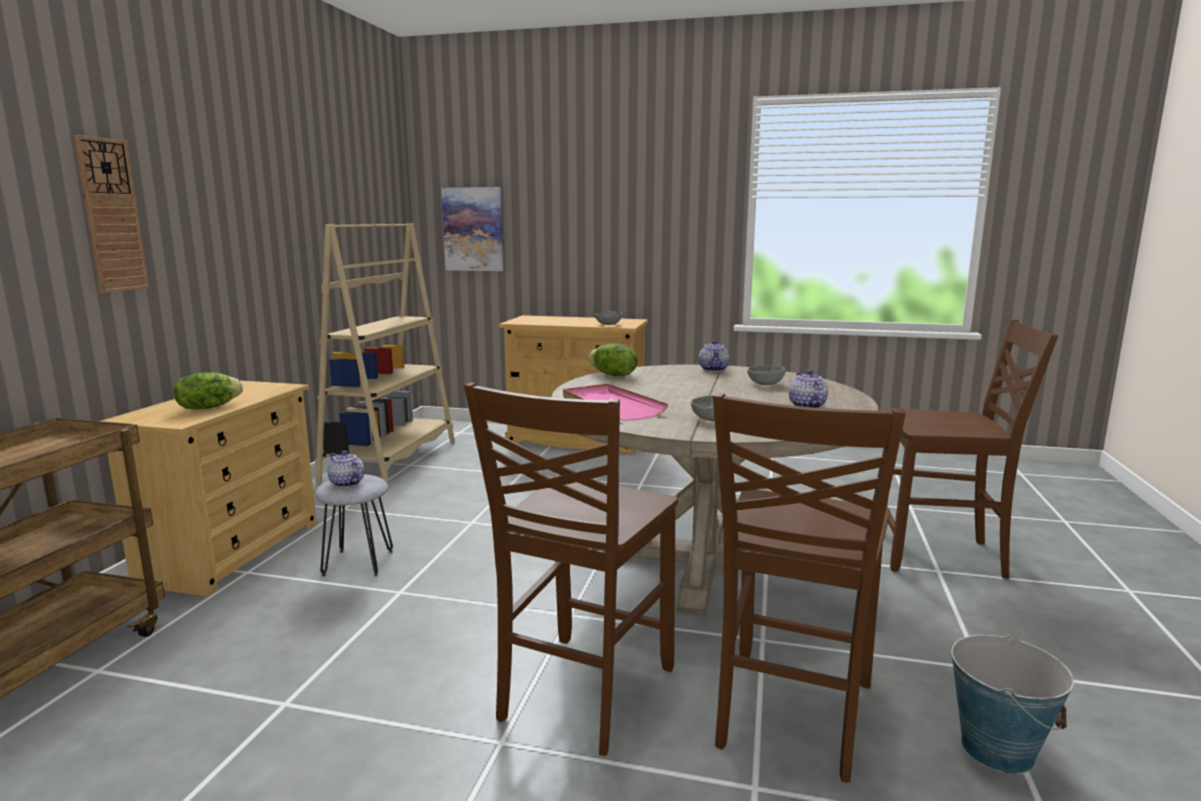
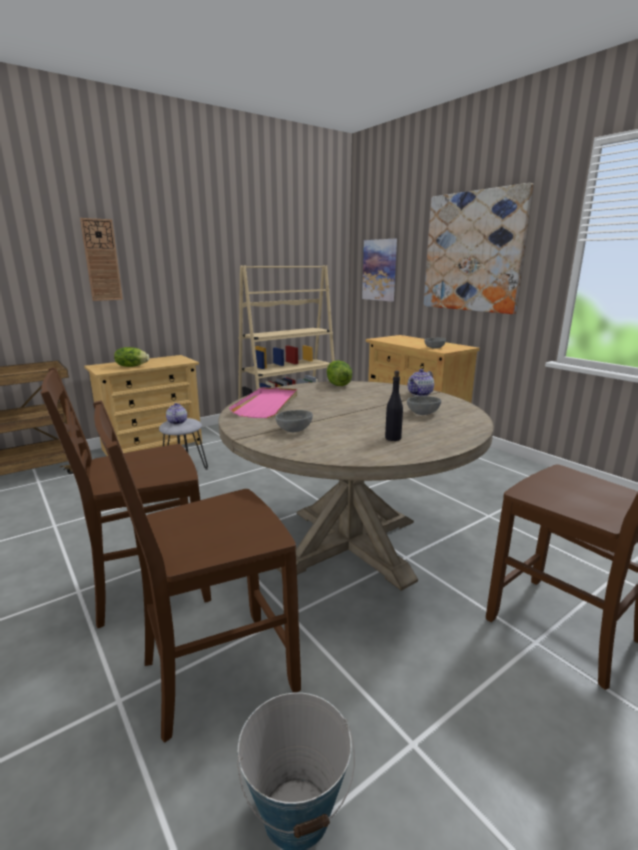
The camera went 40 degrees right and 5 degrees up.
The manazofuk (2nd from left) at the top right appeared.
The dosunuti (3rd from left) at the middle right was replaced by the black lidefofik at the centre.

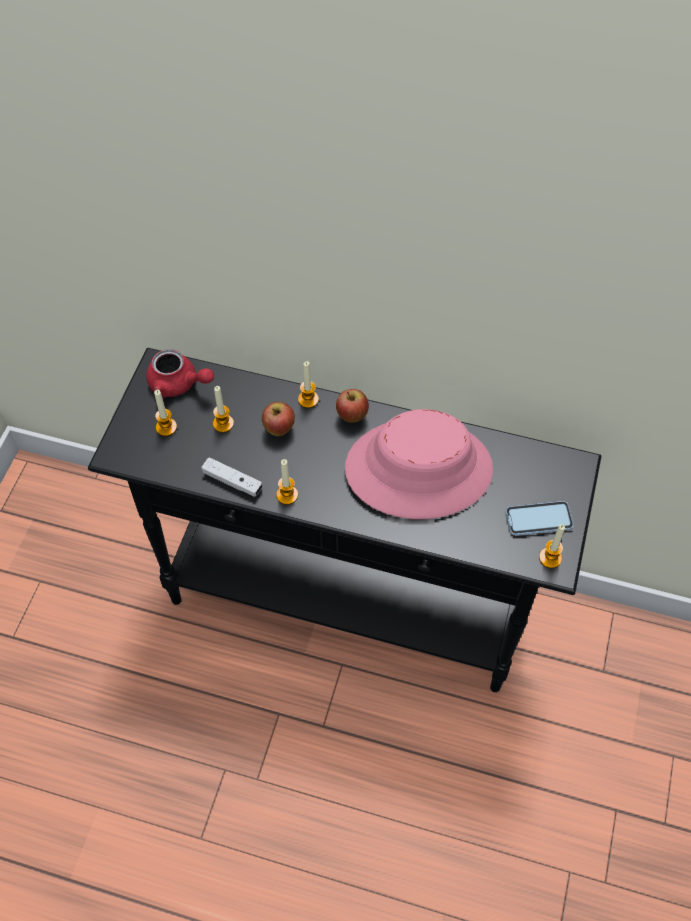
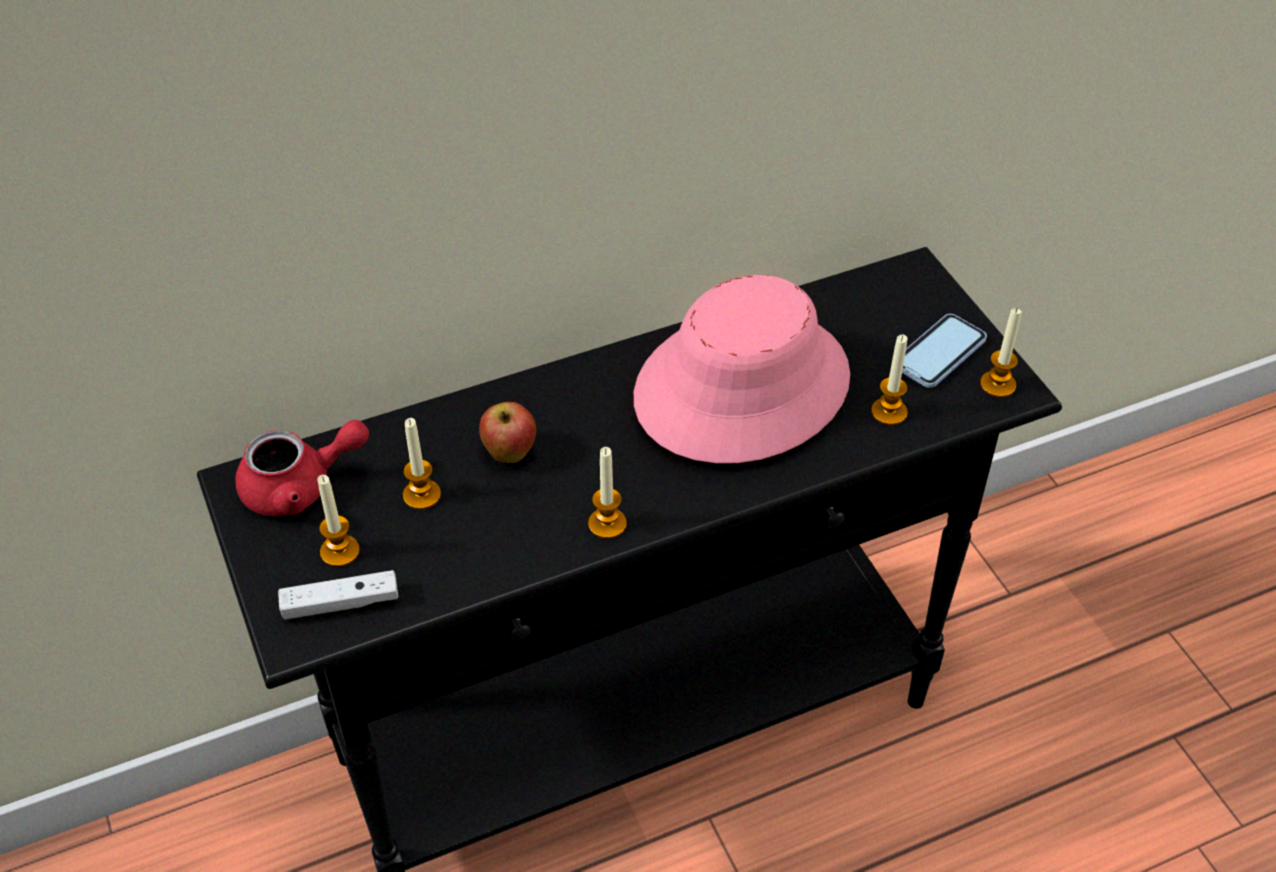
The camera went 40 degrees left and 10 degrees down.
The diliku (2nd from left) at the centre disappeared.
The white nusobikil moved from the centre to the bottom left.
The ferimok (4th from left) moved from the centre to the middle right.

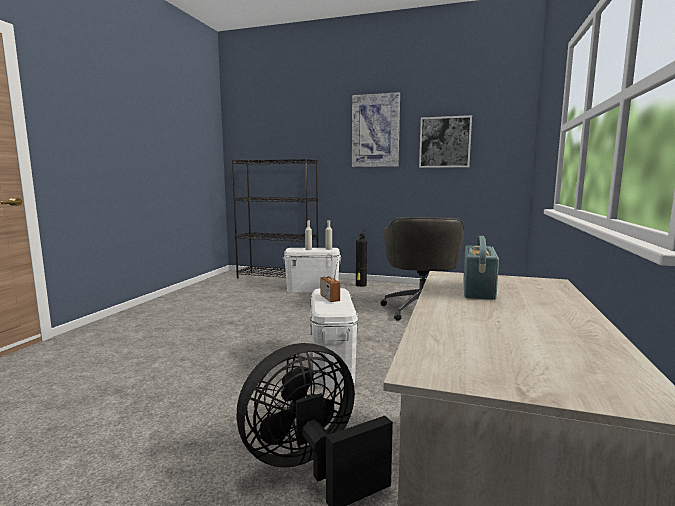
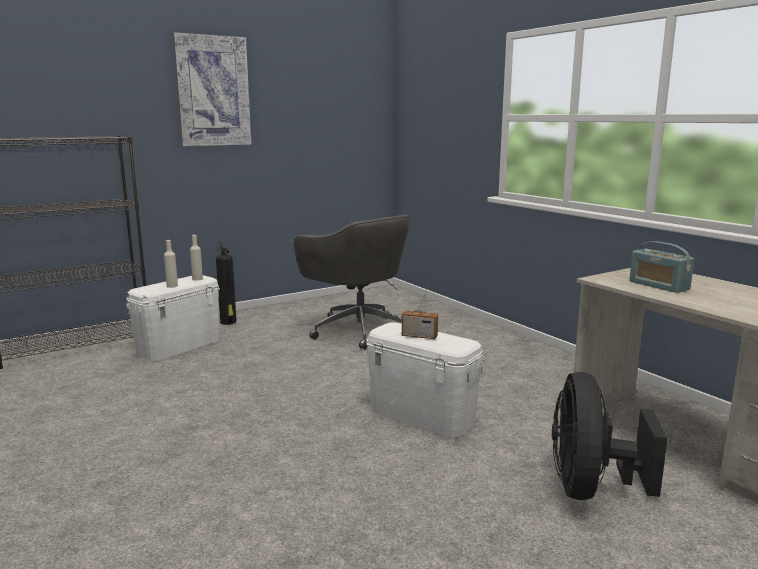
The camera went 50 degrees left and 5 degrees up.
The manazofuk (2nd from left) at the top centre disappeared.

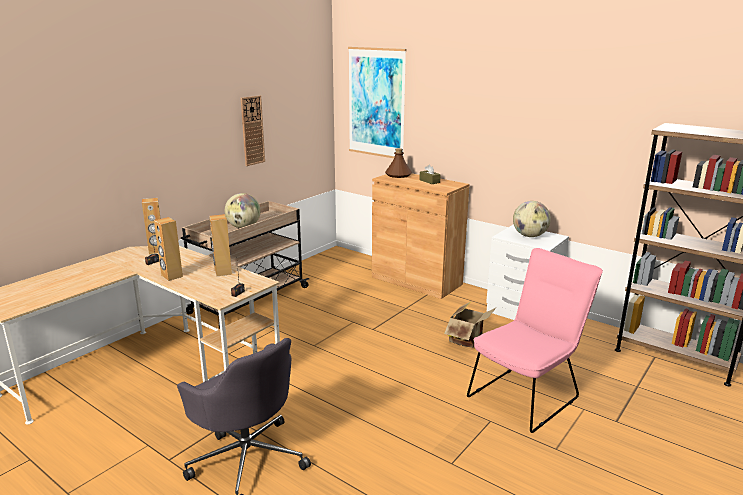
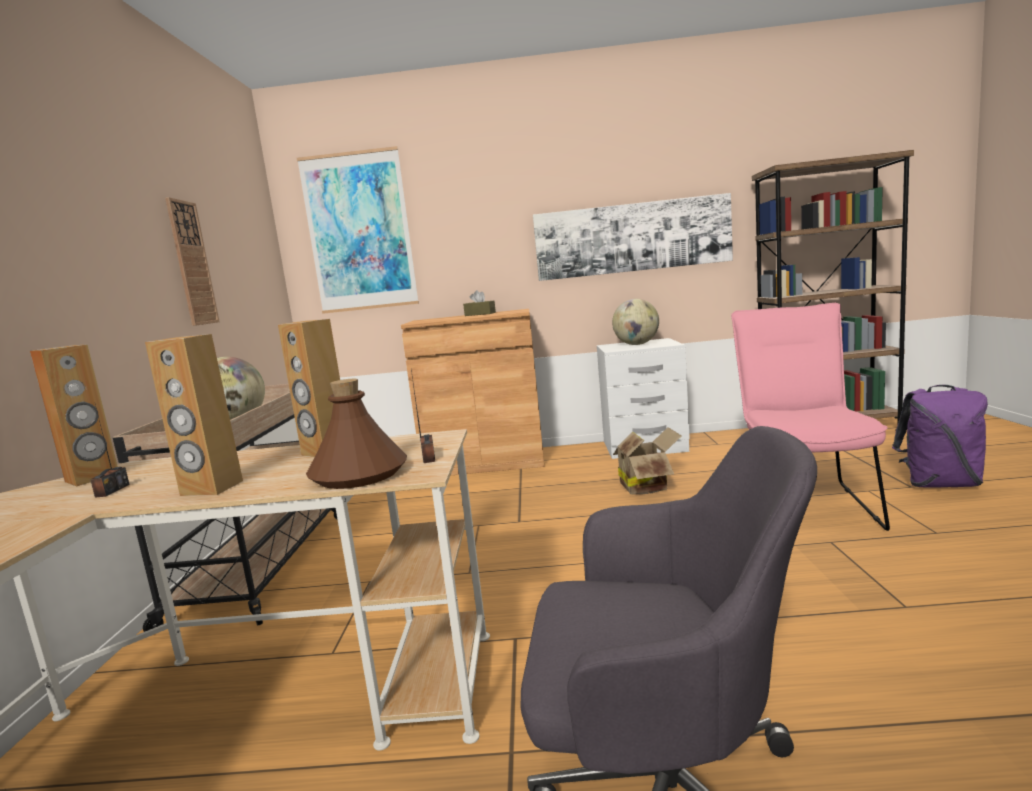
The camera went 35 degrees left and 10 degrees down.
The manazofuk (2nd from left) at the top centre appeared.
The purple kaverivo at the middle right appeared.
The brown lidefofik moved from the top centre to the centre.

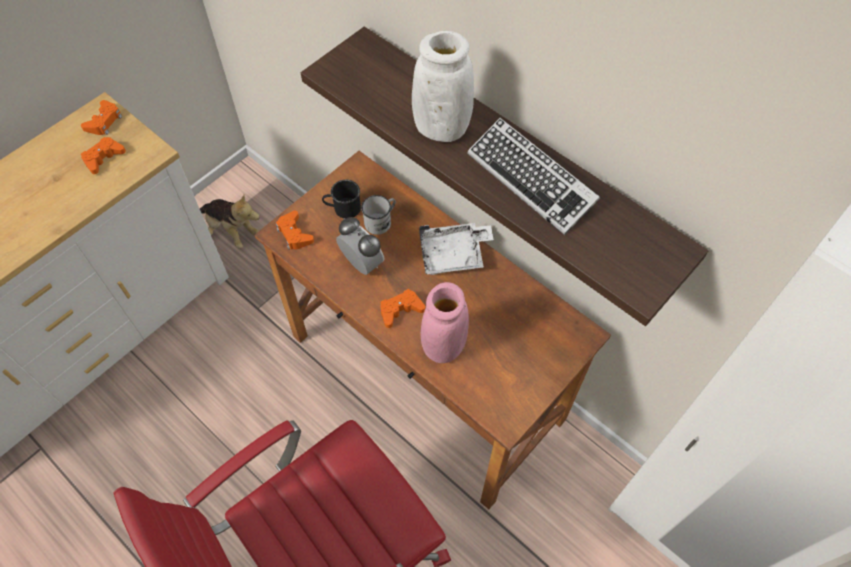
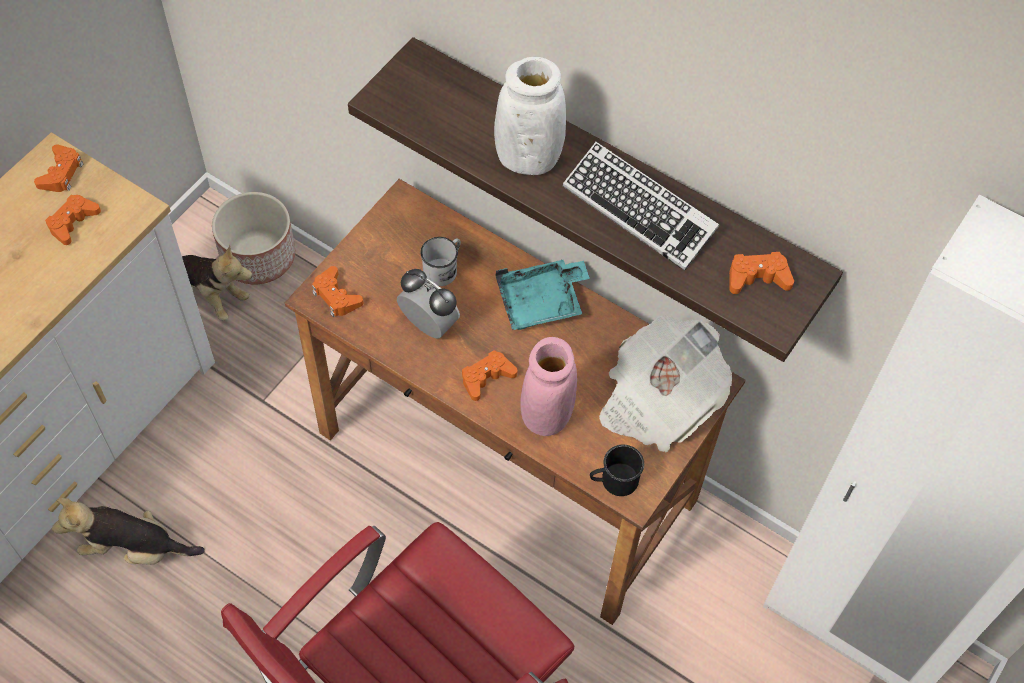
The camera went 10 degrees left and 0 degrees up.
The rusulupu (1st from left) at the bottom left appeared.
The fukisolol at the middle left appeared.
The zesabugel at the centre appeared.
The orange nusobikil (5th from left) at the middle right appeared.
The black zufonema moved from the centre to the bottom centre.
The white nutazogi at the centre became the turquoise nutazogi at the centre.

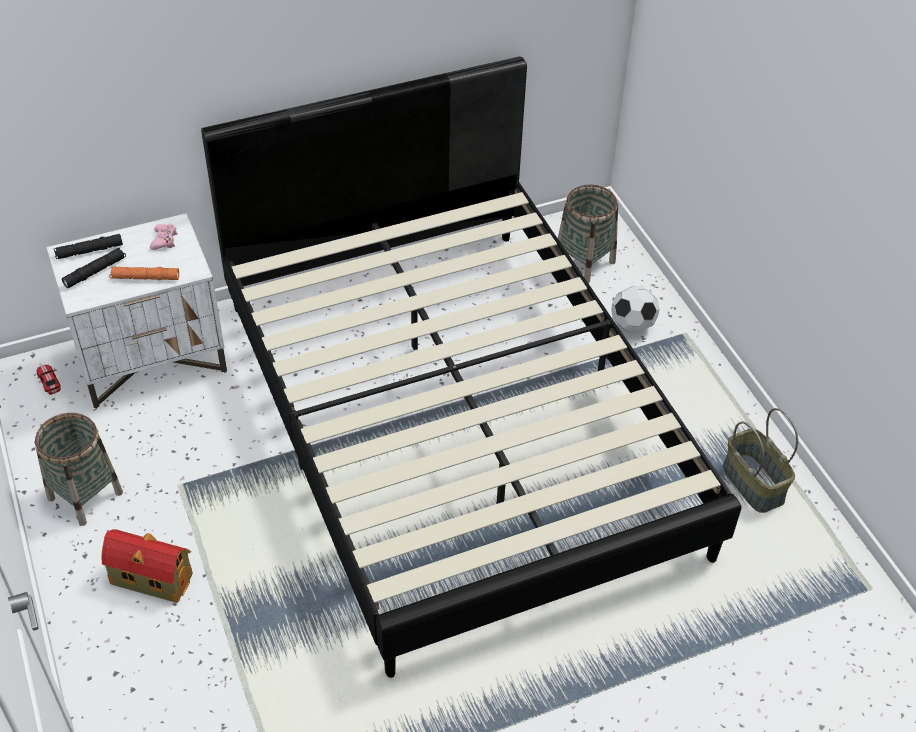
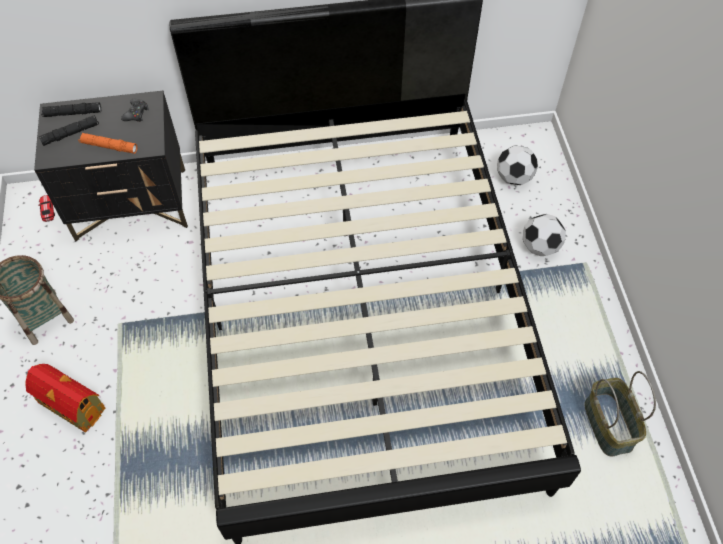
The camera went 15 degrees right and 10 degrees up.
The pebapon (2nd from left) at the top centre was replaced by the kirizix (1st from left) at the top right.
The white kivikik at the middle left became the black kivikik at the top left.
The pink nusobikil at the top left became the black nusobikil at the top left.

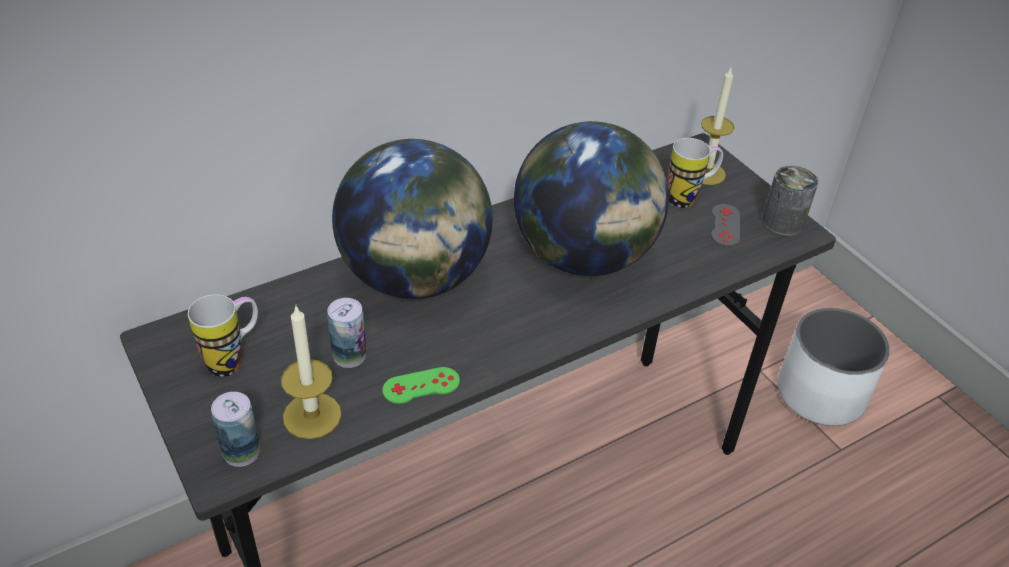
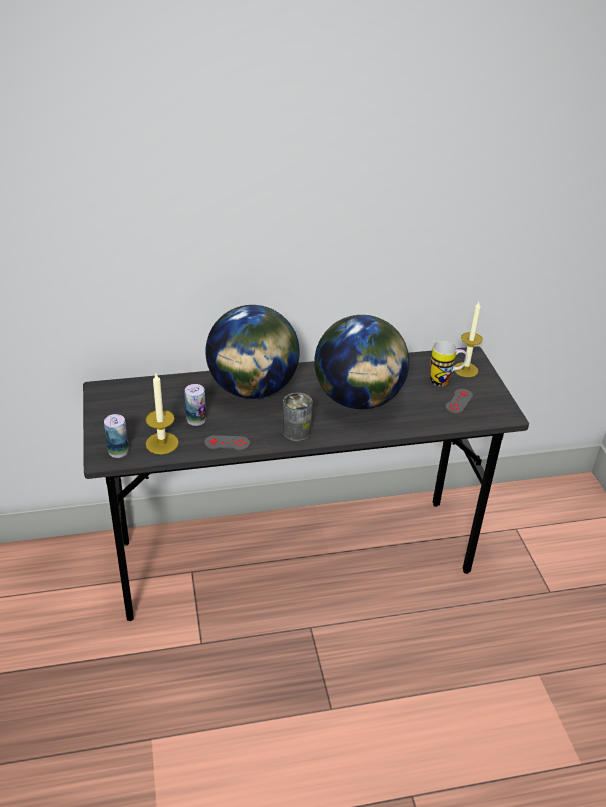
The camera went 20 degrees right and 5 degrees down.
The zufonema (1st from left) at the middle left disappeared.
The white fukisolol at the middle right disappeared.
The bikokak (3rd from left) moved from the middle right to the centre.
The green nusobikil at the bottom centre became the grey nusobikil (1st from left) at the centre.

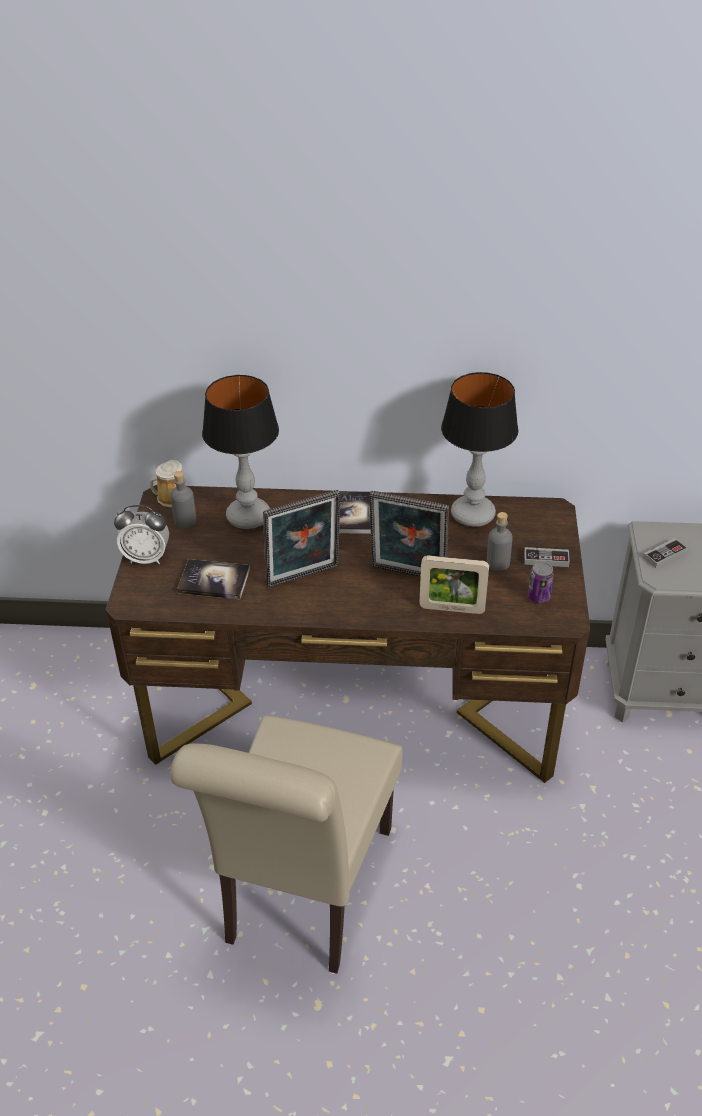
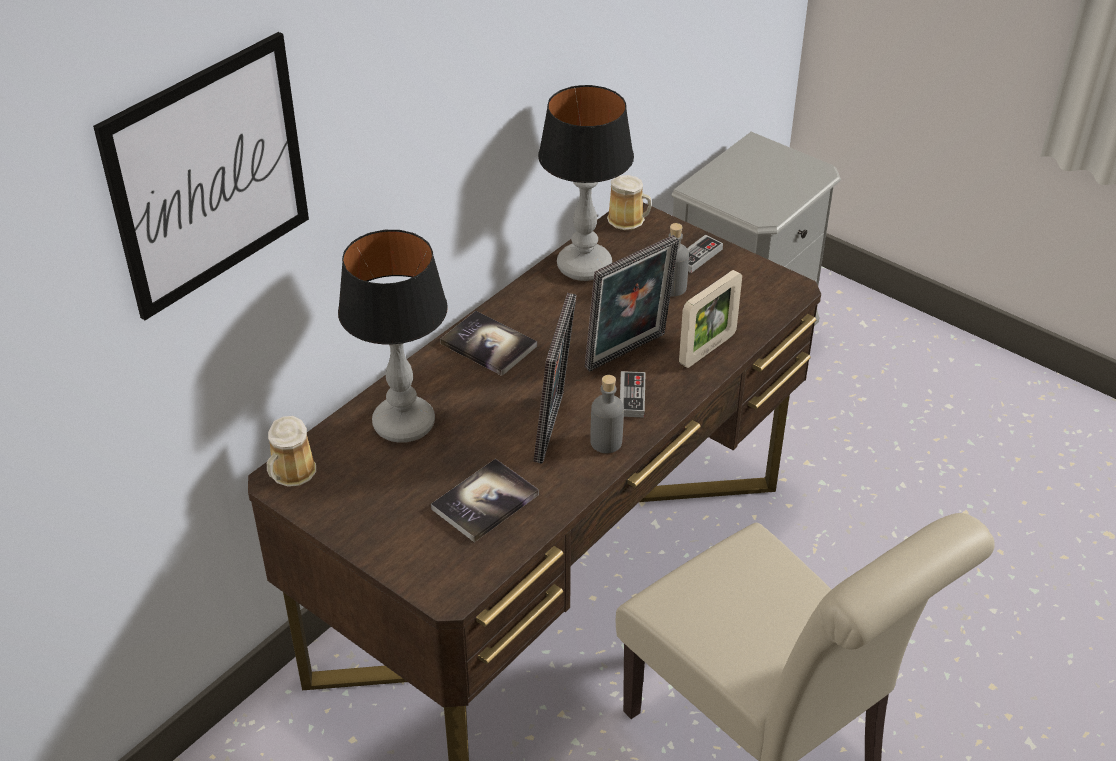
The camera went 55 degrees left and 0 degrees up.
The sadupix at the middle left disappeared.
The bikokak at the middle right disappeared.
The manazofuk at the top left appeared.
The zufonema (2nd from left) at the top centre appeared.
The grey lidefofik (1st from left) moved from the middle left to the centre.
The nusobikil (2nd from left in the first image) moved from the middle right to the centre.

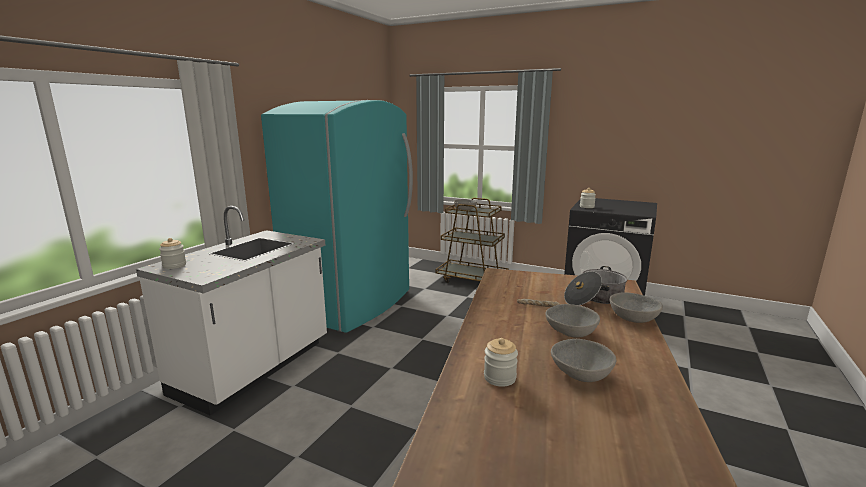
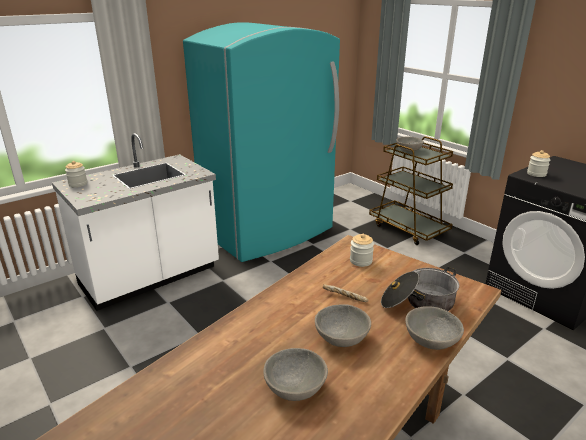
The camera went 25 degrees right and 10 degrees up.
The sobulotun (2nd from left) moved from the bottom centre to the centre.

